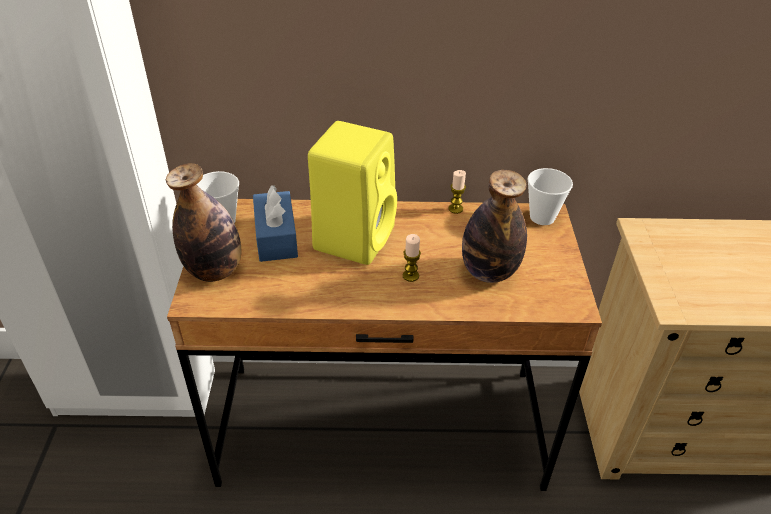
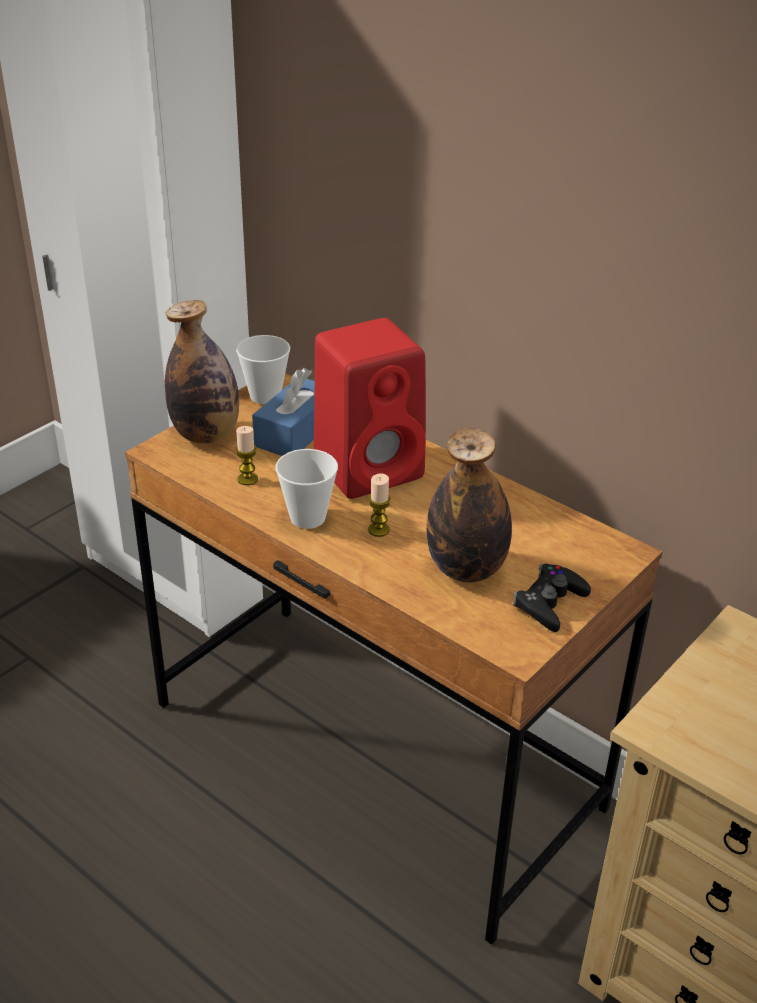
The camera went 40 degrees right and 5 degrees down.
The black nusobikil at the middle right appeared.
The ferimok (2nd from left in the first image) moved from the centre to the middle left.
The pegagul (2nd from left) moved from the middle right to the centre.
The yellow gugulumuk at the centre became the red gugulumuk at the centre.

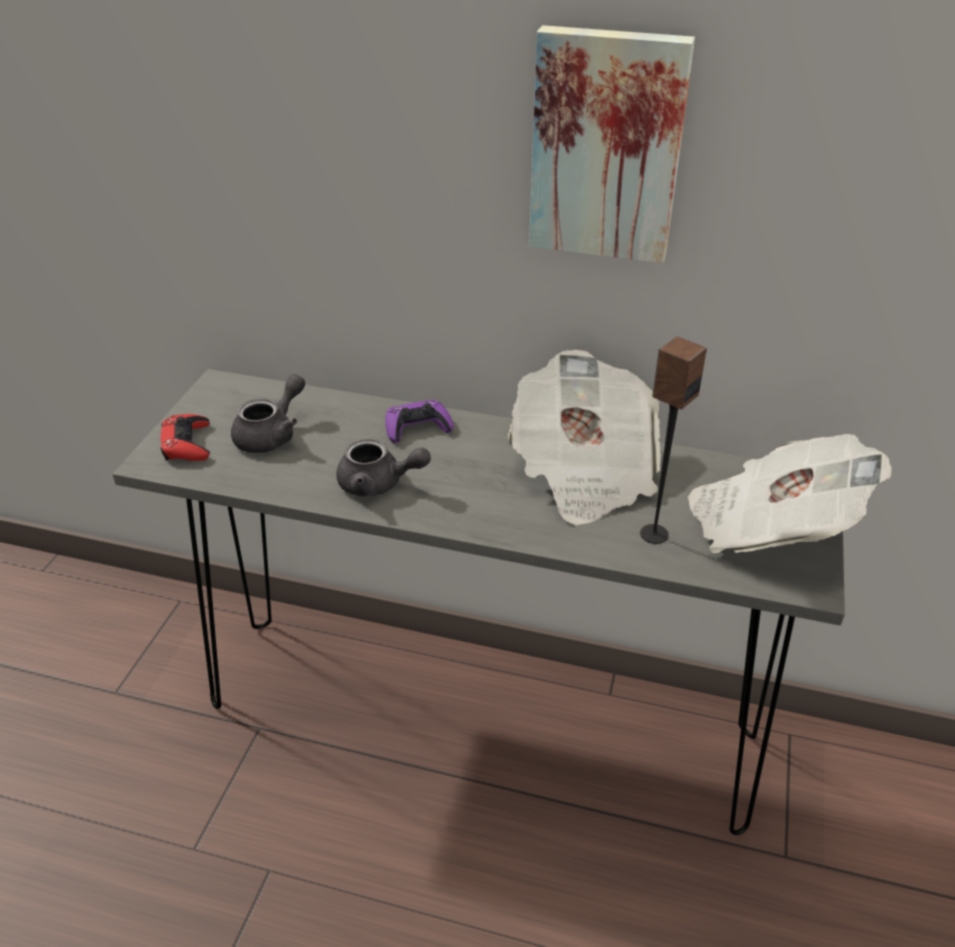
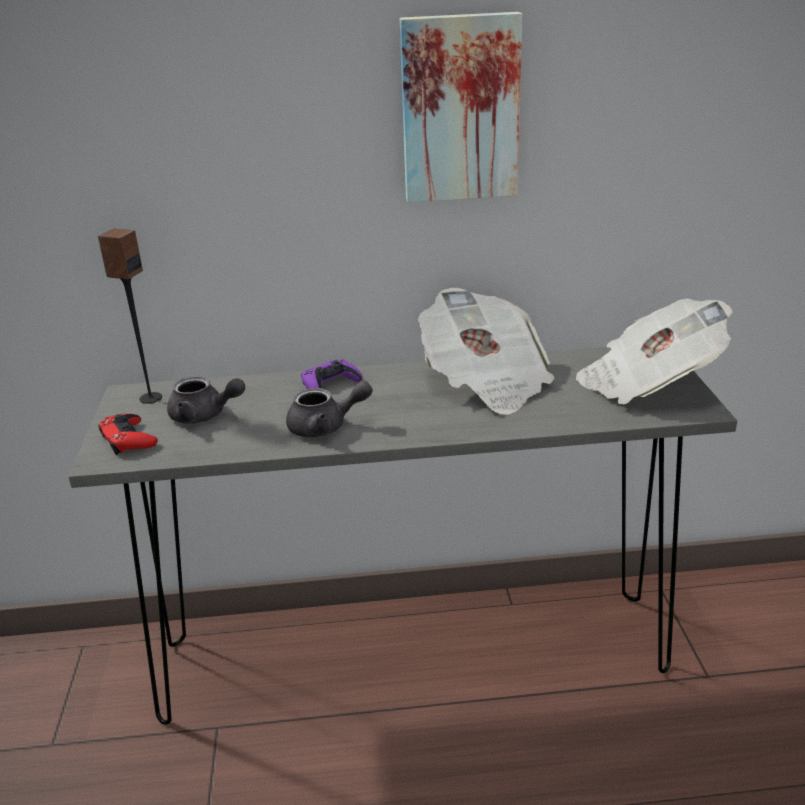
The camera went 20 degrees left and 10 degrees down.
The gugulumuk moved from the middle right to the middle left.
The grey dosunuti (1st from left) at the middle left turned 90 degrees clockwise.

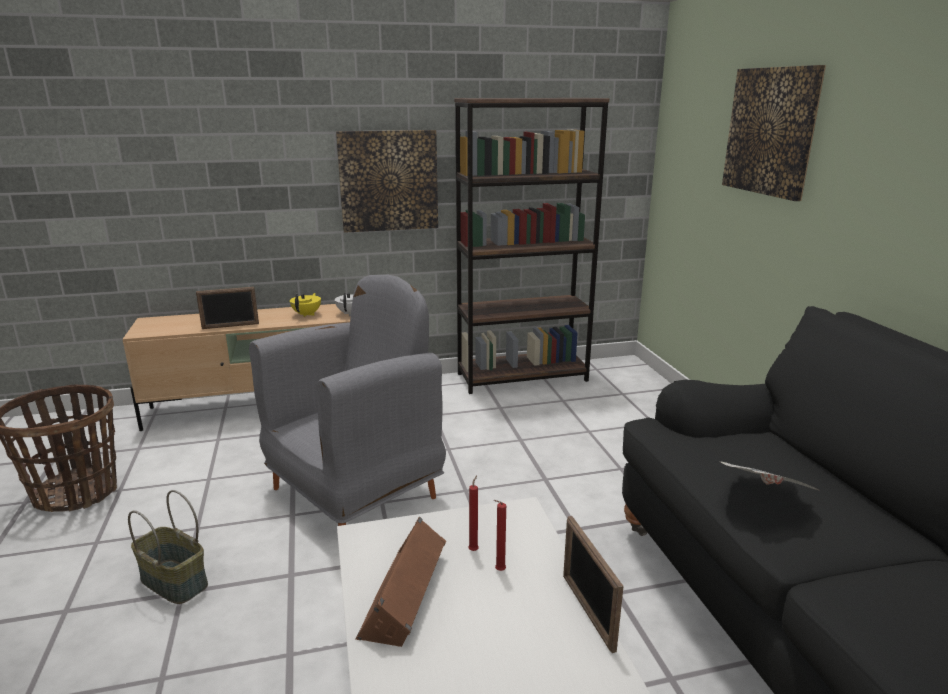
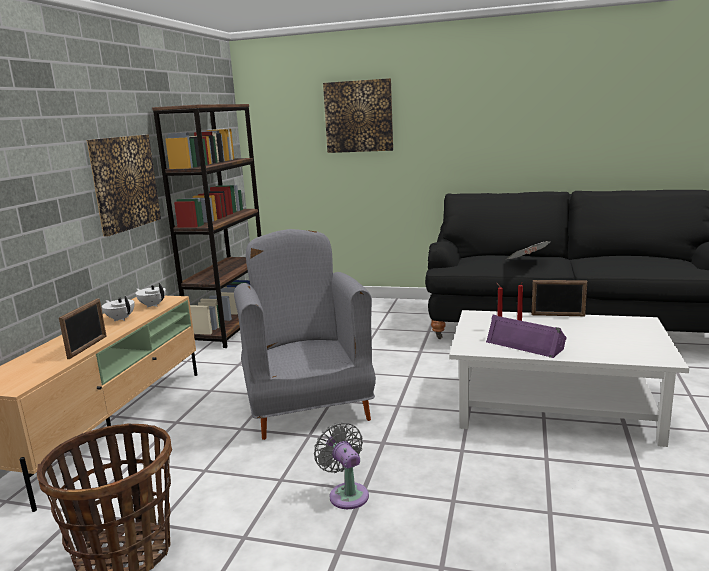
The camera went 60 degrees left and 5 degrees down.
The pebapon (2nd from left) at the bottom left was replaced by the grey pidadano at the bottom centre.
The yellow dosunuti at the middle left became the white dosunuti (1st from left) at the middle left.
The brown gugulumuk at the bottom centre became the purple gugulumuk at the middle right.

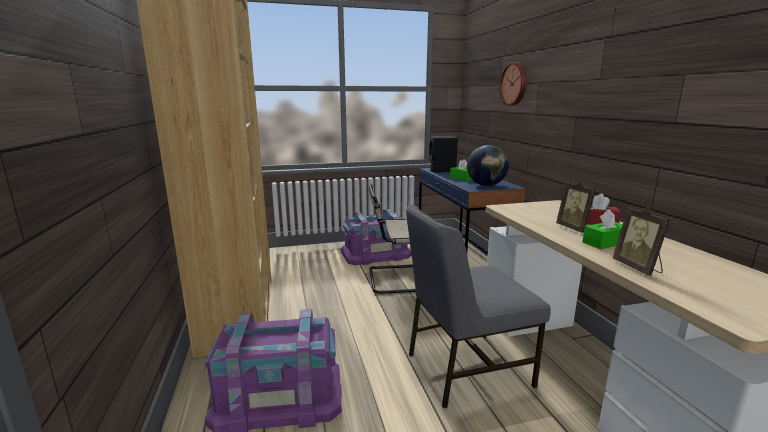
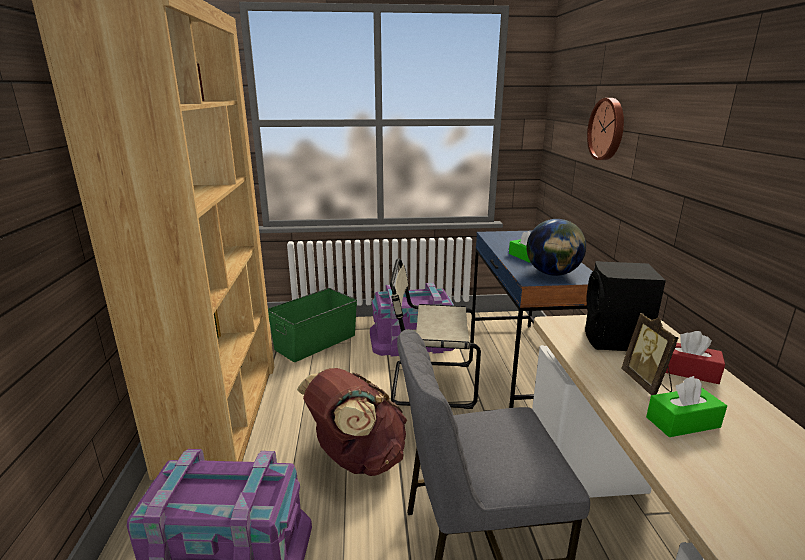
The camera went 10 degrees right and 5 degrees up.
The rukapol (2nd from left) at the middle right disappeared.
The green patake at the centre appeared.
The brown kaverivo at the bottom centre appeared.
The black gugulumuk moved from the centre to the middle right.

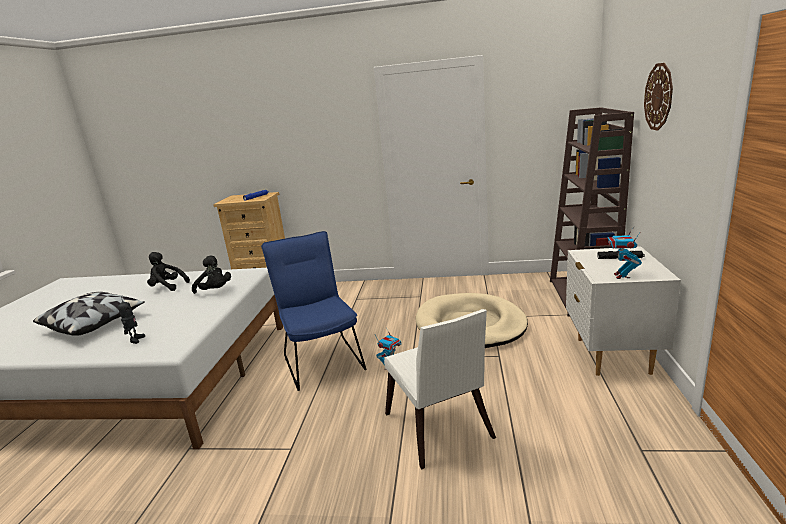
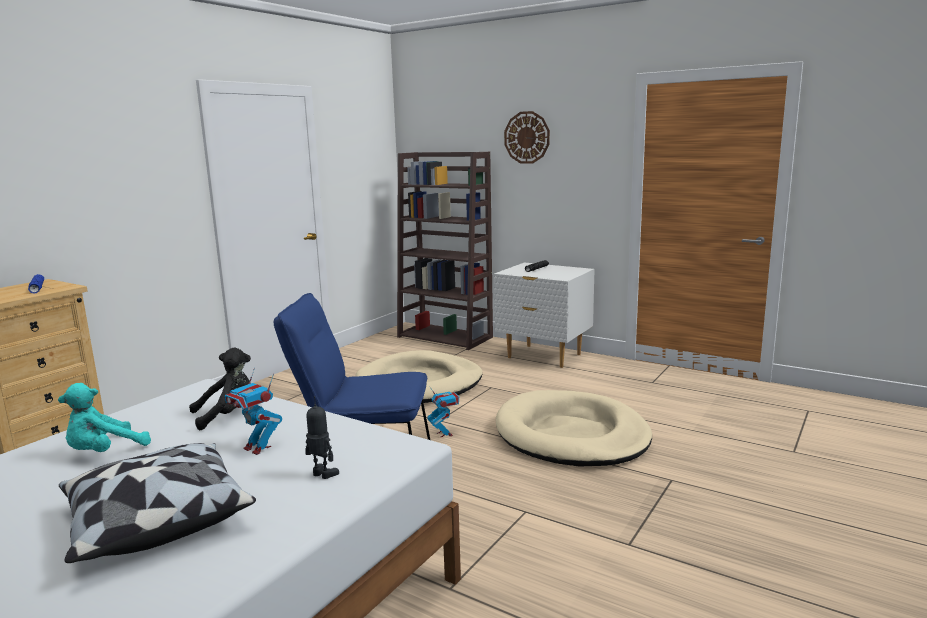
The camera went 65 degrees left and 5 degrees down.
The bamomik (3rd from left in the first image) moved from the middle right to the middle left.
The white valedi at the bottom centre was replaced by the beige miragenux (2nd from left) at the bottom centre.
The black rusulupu (1st from left) at the middle left became the turquoise rusulupu at the bottom left.

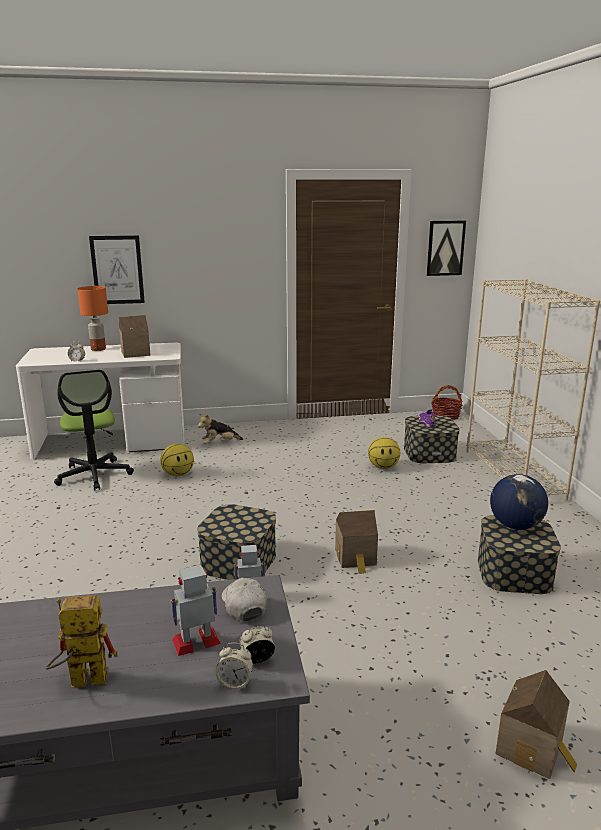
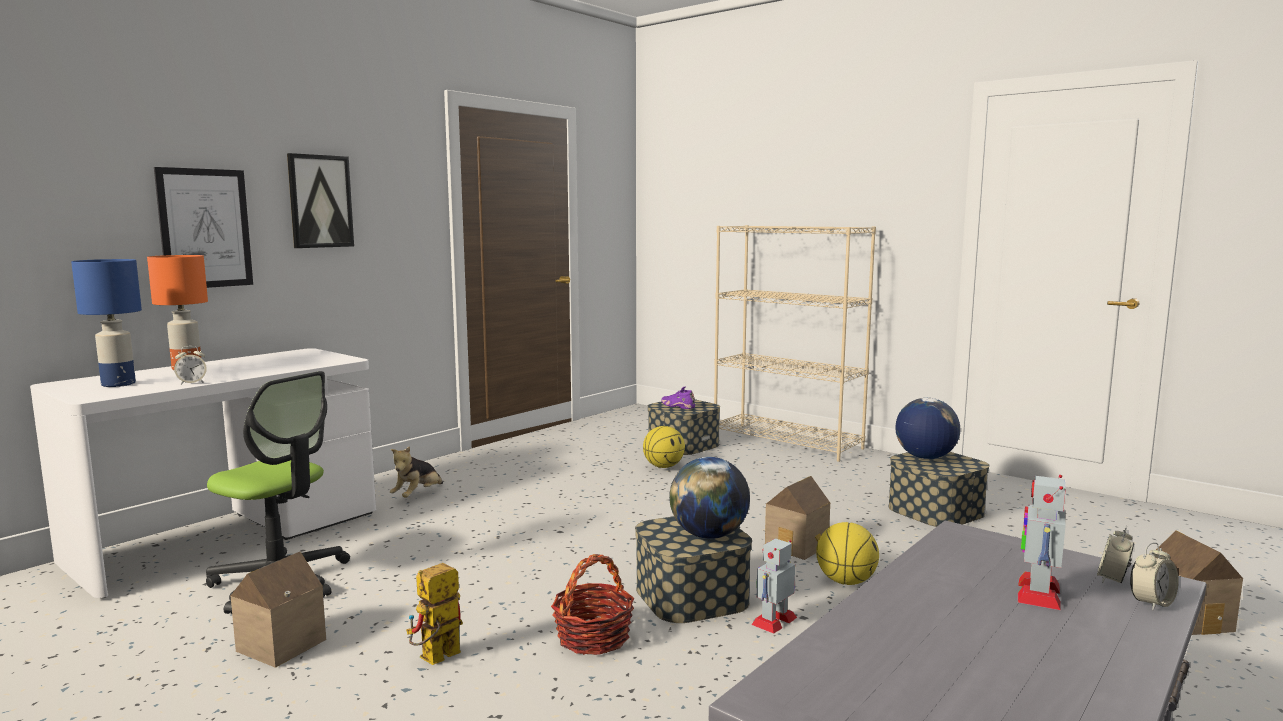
The camera went 40 degrees left and 10 degrees down.
The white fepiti at the bottom centre disappeared.
The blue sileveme at the middle left appeared.
The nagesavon (1st from left) at the bottom centre appeared.
The bamomik (1st from left) moved from the bottom left to the bottom centre.
The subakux (1st from left) moved from the middle left to the bottom left.
The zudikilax (1st from left in the first image) moved from the middle left to the bottom centre.
The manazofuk (2nd from left) moved from the top right to the top left.
The pebapon moved from the middle right to the bottom centre.

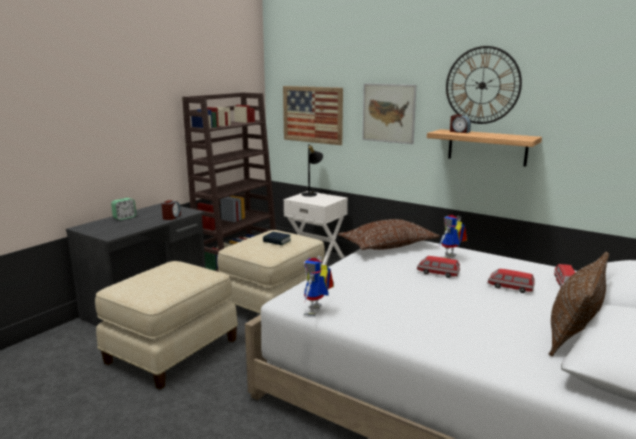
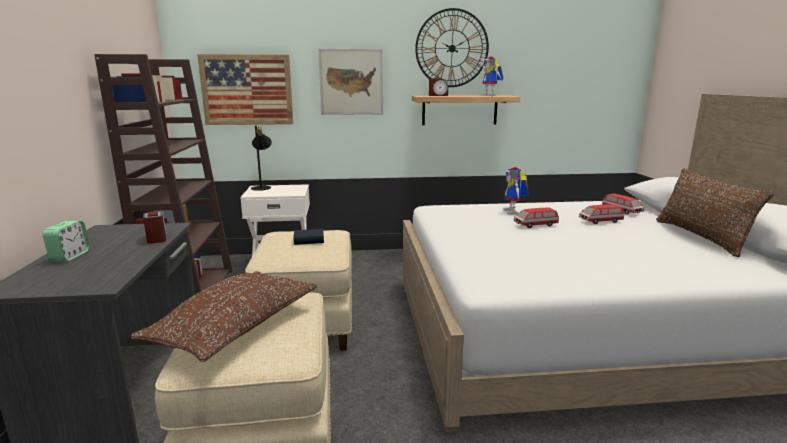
The camera went 40 degrees left and 0 degrees up.
The bamomik (1st from left) moved from the centre to the top centre.
The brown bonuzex (1st from left) moved from the centre to the bottom left.

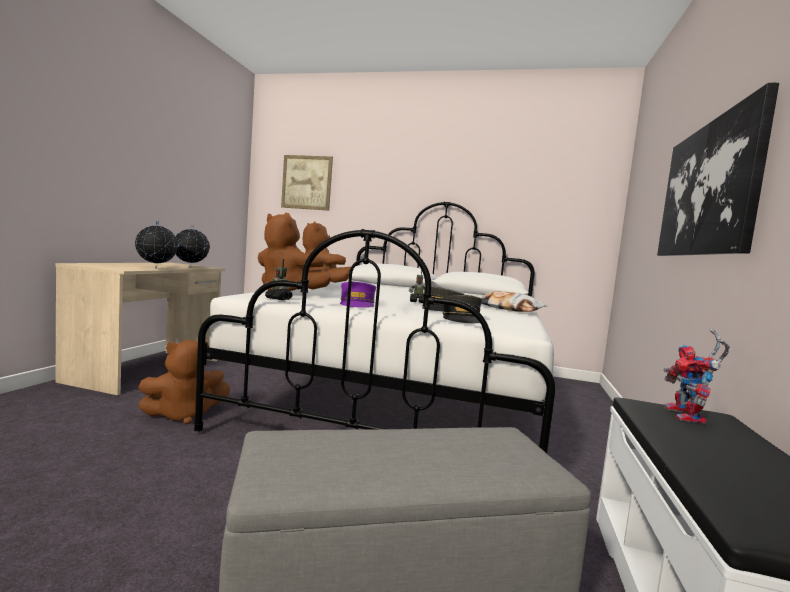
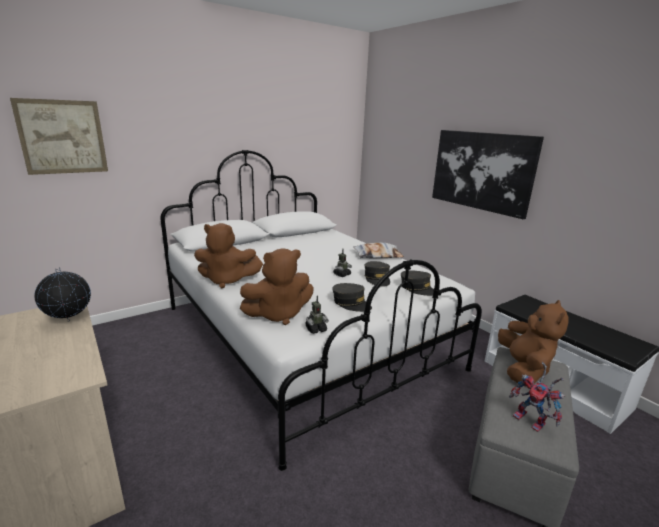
The camera went 50 degrees left and 15 degrees up.
The nagesavon (1st from left) at the middle left disappeared.
The brown rusulupu (1st from left in the first image) moved from the middle left to the middle right.
The bamomik (3rd from left) moved from the middle right to the bottom right.
The purple fepiti at the centre became the grey fepiti (1st from left) at the centre.

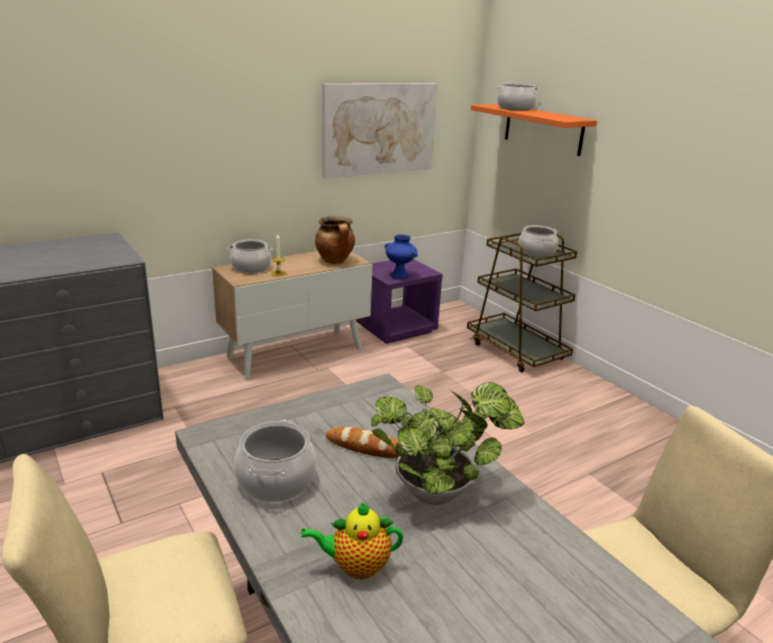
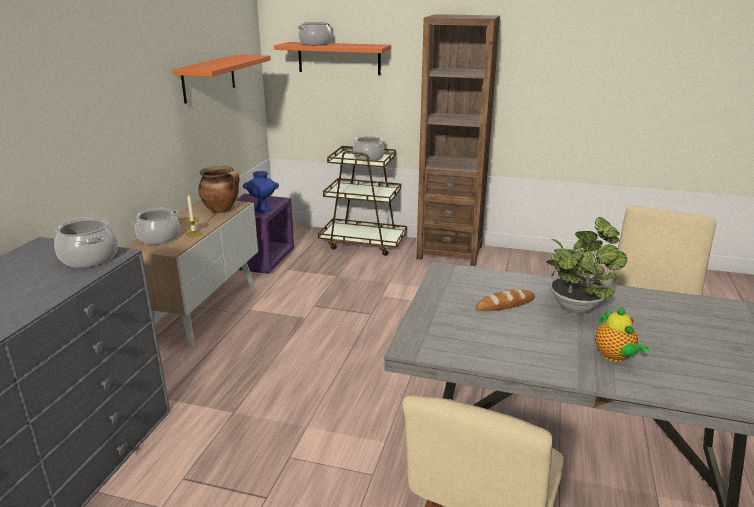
The camera went 40 degrees left and 0 degrees up.
The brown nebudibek at the top centre appeared.
The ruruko (2nd from left in the first image) moved from the bottom centre to the middle left.
The manazofuk at the top centre was replaced by the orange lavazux (1st from left) at the top left.
The dosunuti at the bottom centre turned 60 degrees counterclockwise.

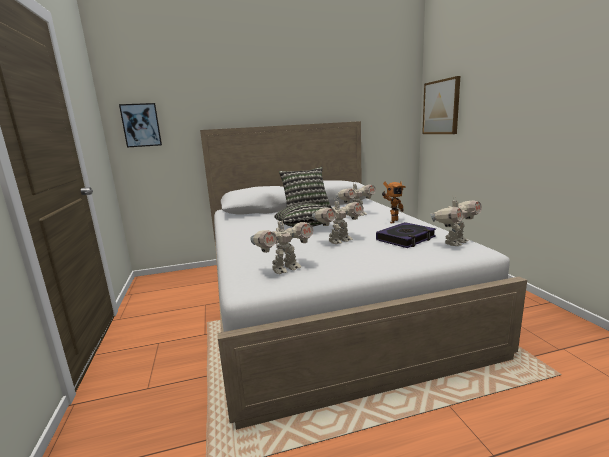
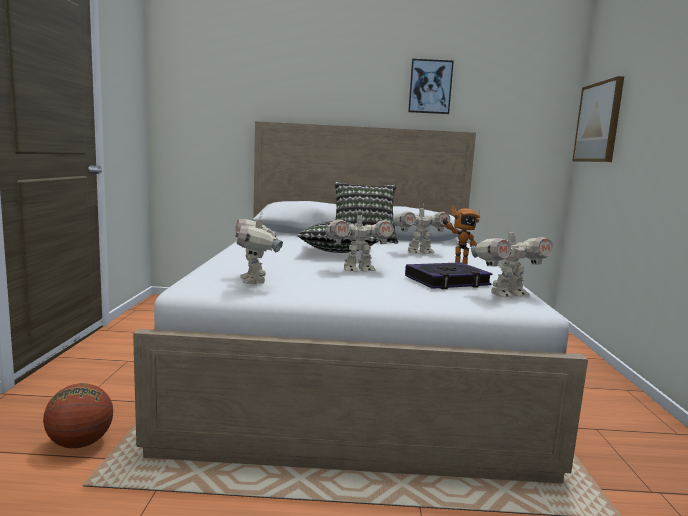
The camera went 15 degrees right and 5 degrees down.
The zudikilax at the bottom left appeared.
The manazofuk (1st from left) moved from the top left to the top centre.
The bamomik (1st from left) at the centre turned 90 degrees clockwise.

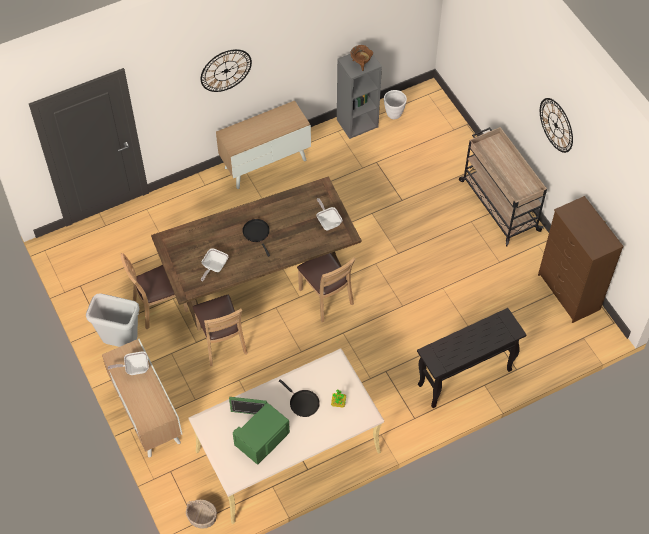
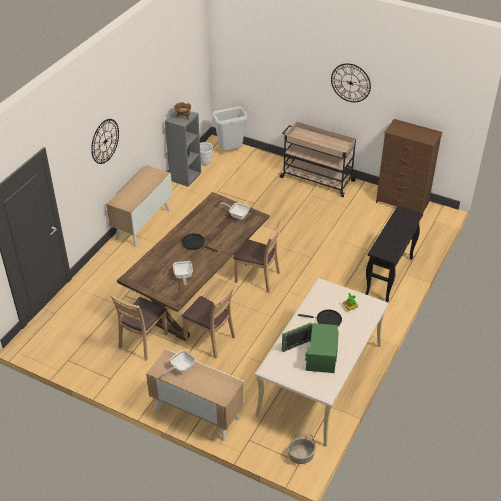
The camera went 35 degrees left and 15 degrees down.
The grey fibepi moved from the middle left to the top centre.

